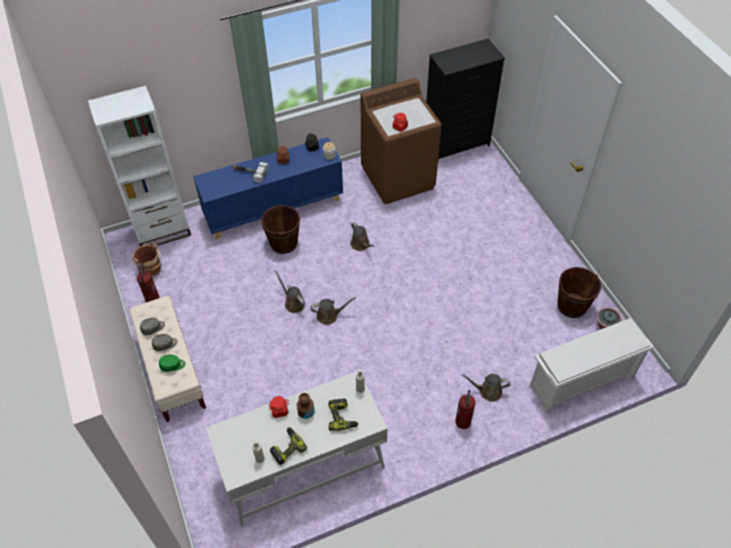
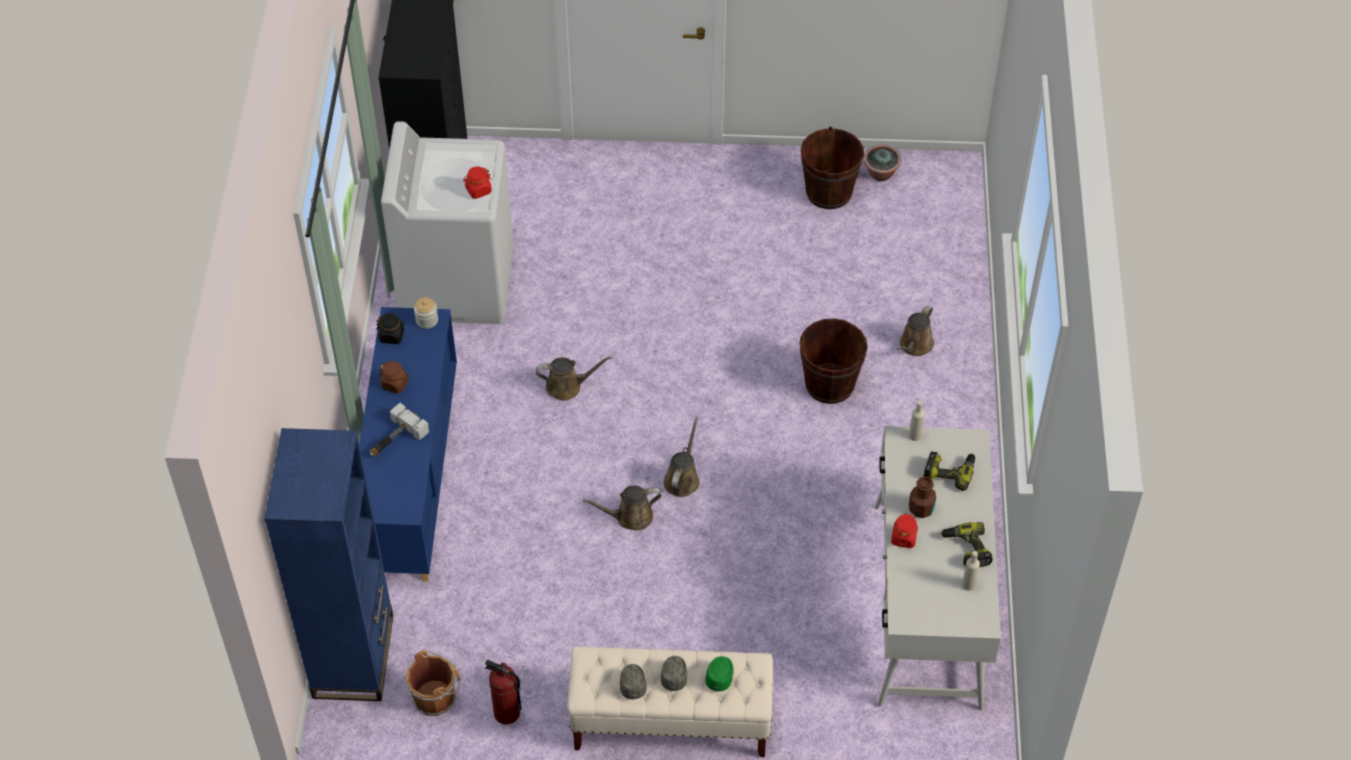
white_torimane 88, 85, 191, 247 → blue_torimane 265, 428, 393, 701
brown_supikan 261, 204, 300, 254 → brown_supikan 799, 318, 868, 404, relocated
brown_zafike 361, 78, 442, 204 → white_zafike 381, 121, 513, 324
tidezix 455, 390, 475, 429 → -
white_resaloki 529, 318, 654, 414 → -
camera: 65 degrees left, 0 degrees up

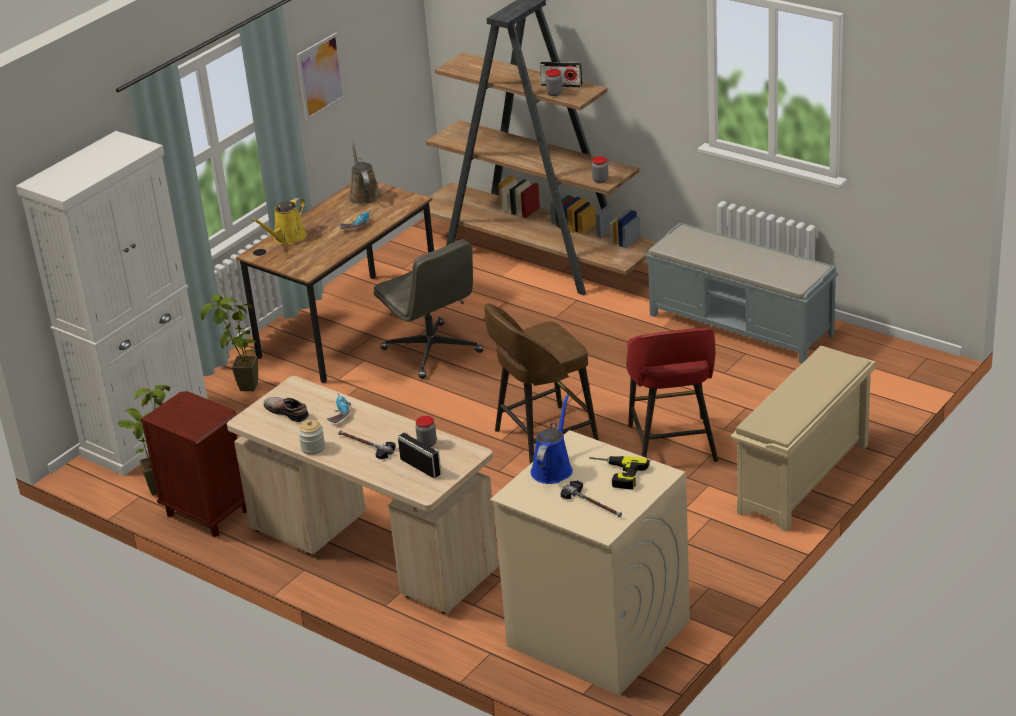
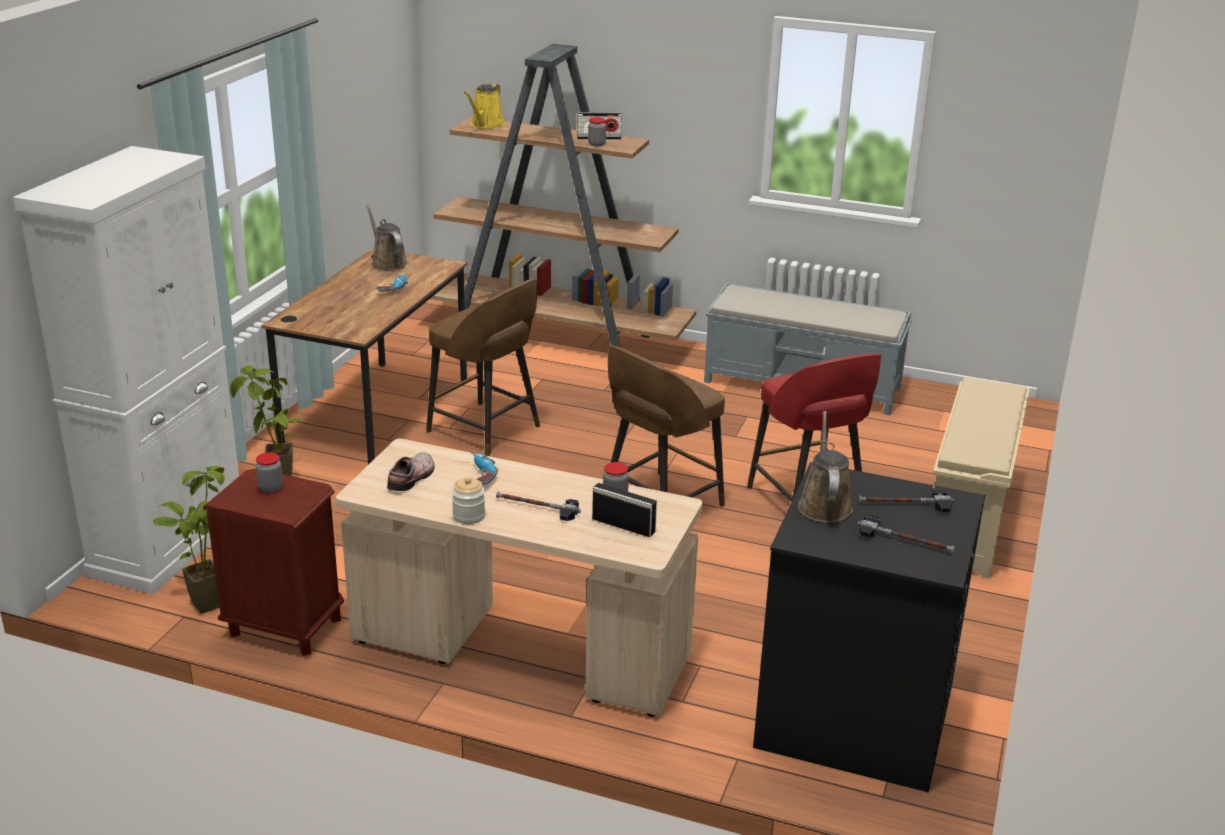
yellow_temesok 251, 198, 307, 245 → yellow_temesok 464, 84, 505, 129, relocated
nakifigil 264, 397, 309, 422 → nakifigil 387, 452, 435, 491, 90 degrees clockwise
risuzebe 297, 33, 346, 121 → -
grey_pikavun 373, 239, 483, 379 → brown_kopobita 426, 278, 540, 456
beige_zafike 490, 430, 690, 696 → black_zafike 753, 462, 985, 792
blue_temesok 530, 394, 573, 484 → brown_temesok 798, 411, 853, 523
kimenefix 589, 456, 650, 490 → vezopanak 859, 490, 954, 513
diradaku 592, 156, 608, 183 → diradaku 256, 452, 283, 493, relocated
camera: 20 degrees left, 5 degrees down

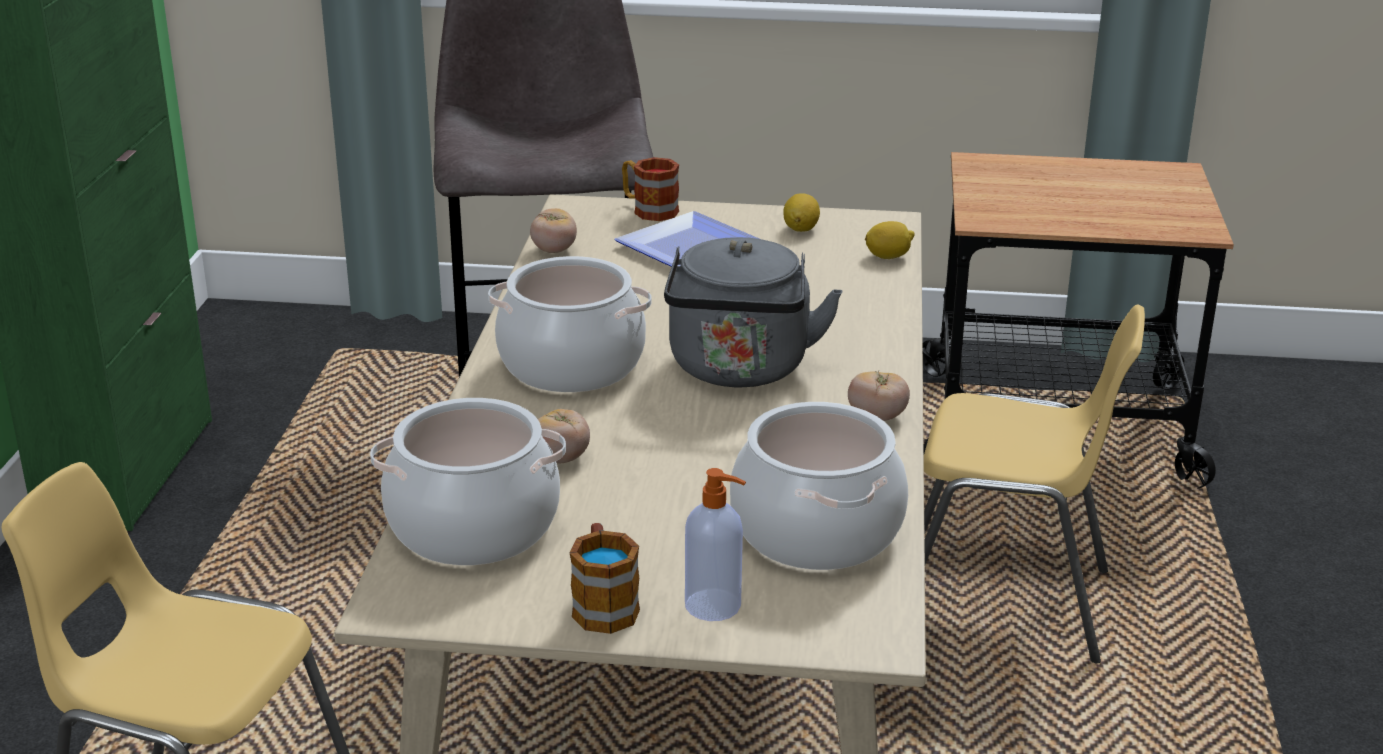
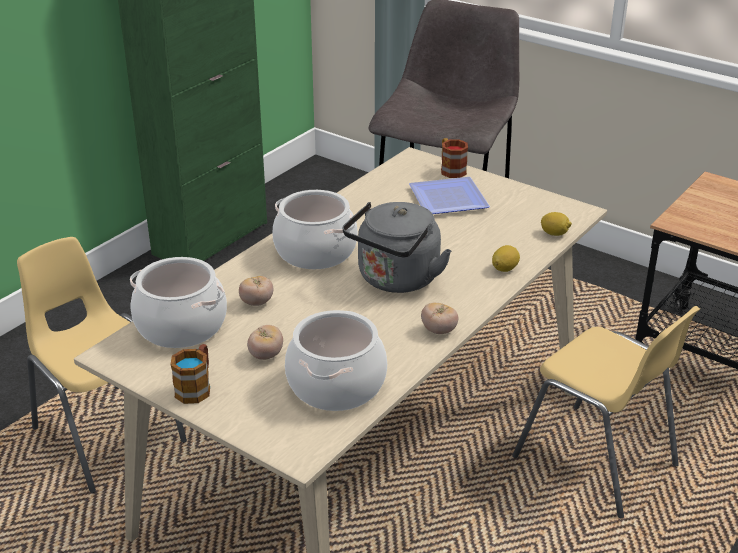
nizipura 530, 208, 577, 253 → nizipura 247, 325, 283, 360, relocated
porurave 685, 468, 746, 621 → -
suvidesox 784, 193, 820, 232 → suvidesox 492, 245, 520, 272, relocated
camera: 30 degrees right, 5 degrees up

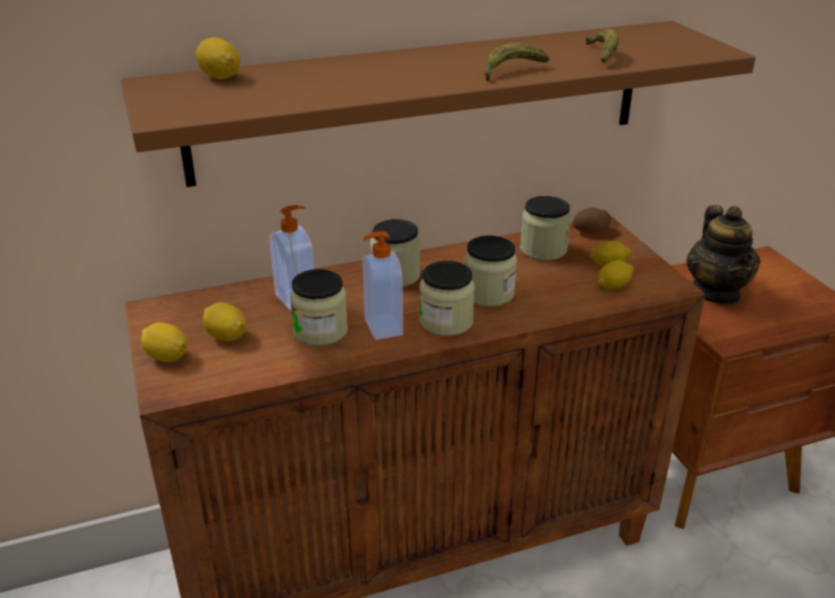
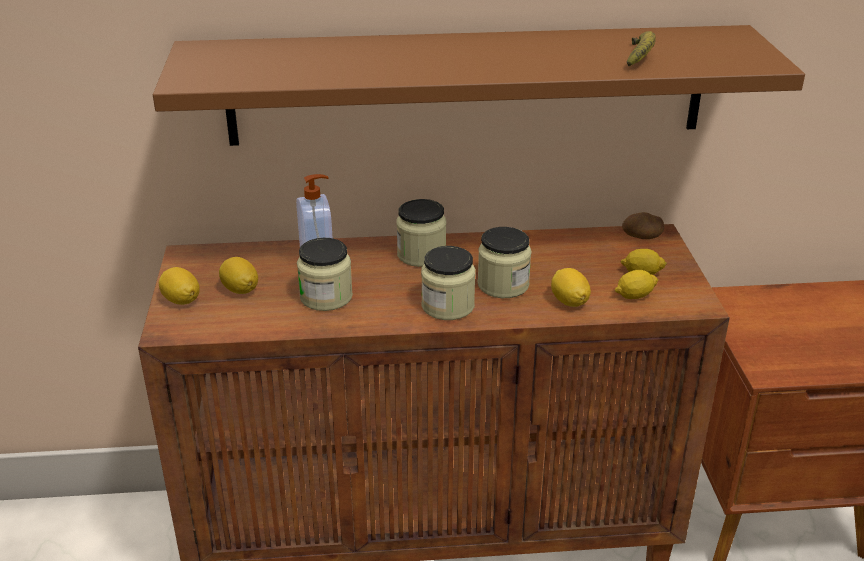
suvidesox 196, 37, 240, 79 → suvidesox 551, 268, 591, 307, relocated
porurave 362, 231, 403, 340 → -
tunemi 485, 43, 549, 81 → -
diradaku 520, 196, 571, 261 → -
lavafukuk 686, 205, 760, 305 → -
camera: 15 degrees right, 0 degrees up

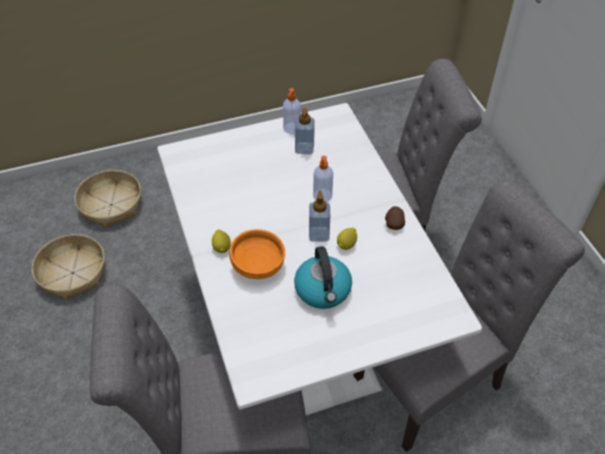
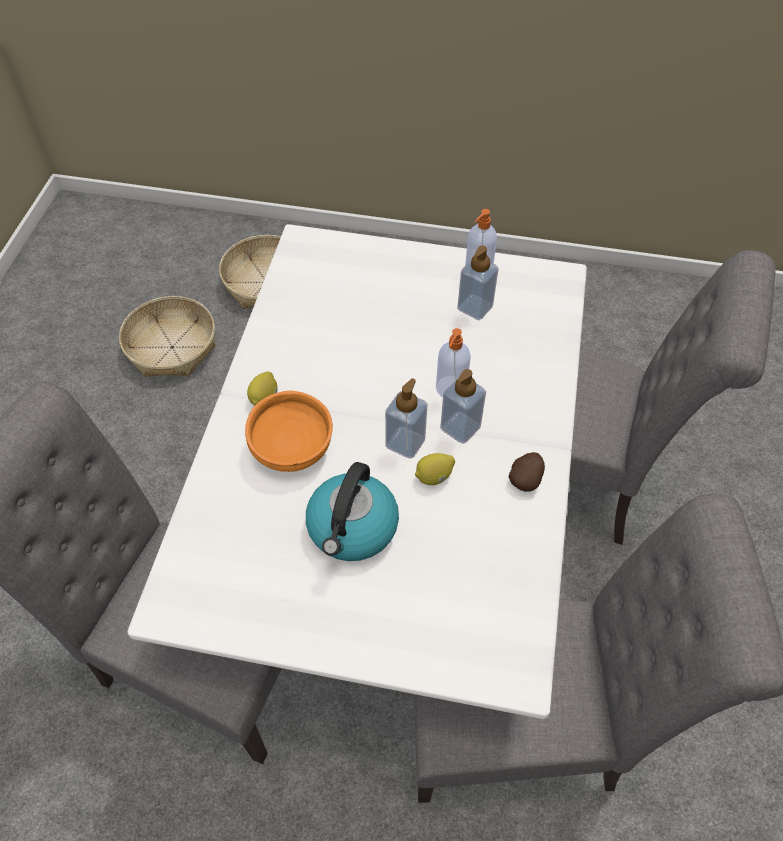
- → porurave 440, 369, 486, 444
camera: 30 degrees right, 5 degrees up

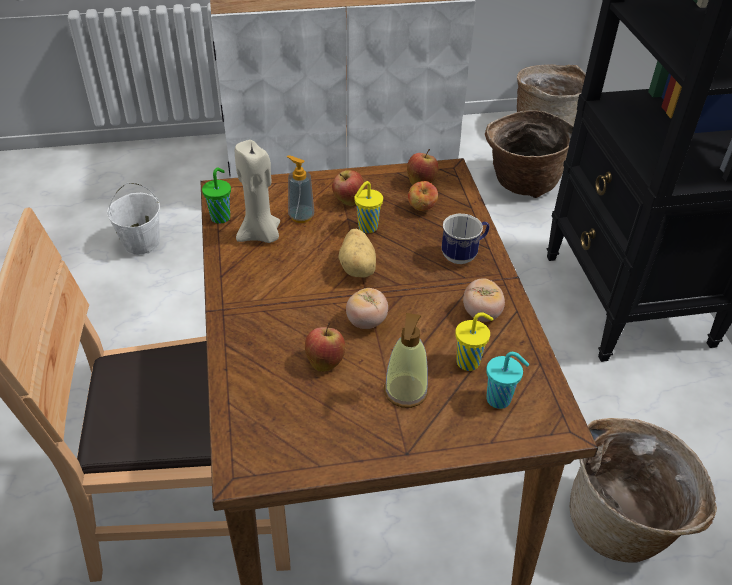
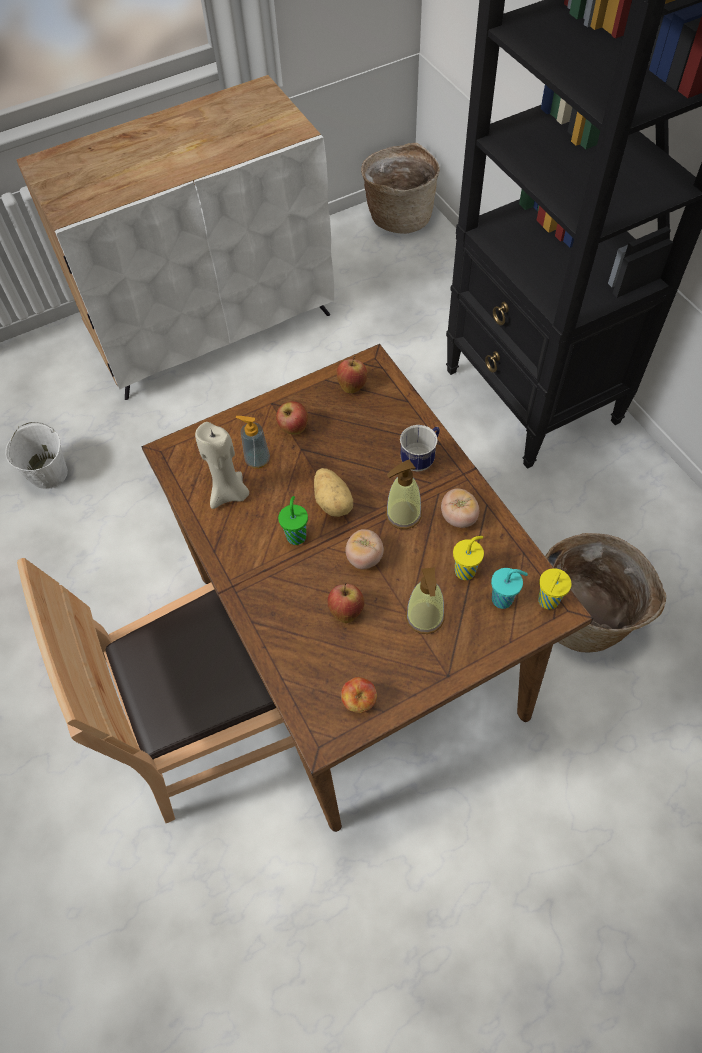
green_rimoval 202, 168, 231, 224 → green_rimoval 278, 496, 308, 545, relocated
yellow_rimoval 354, 181, 383, 233 → yellow_rimoval 538, 568, 571, 610, relocated
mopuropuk 408, 181, 438, 211 → mopuropuk 341, 677, 377, 713, relocated
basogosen 485, 110, 573, 198 → -
- → porurave 386, 460, 422, 529
camera: 15 degrees left, 15 degrees up

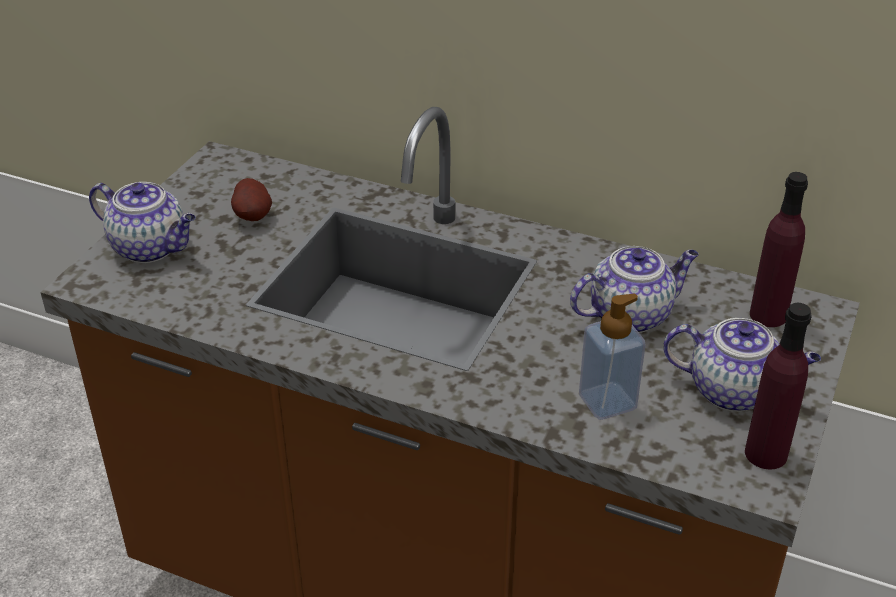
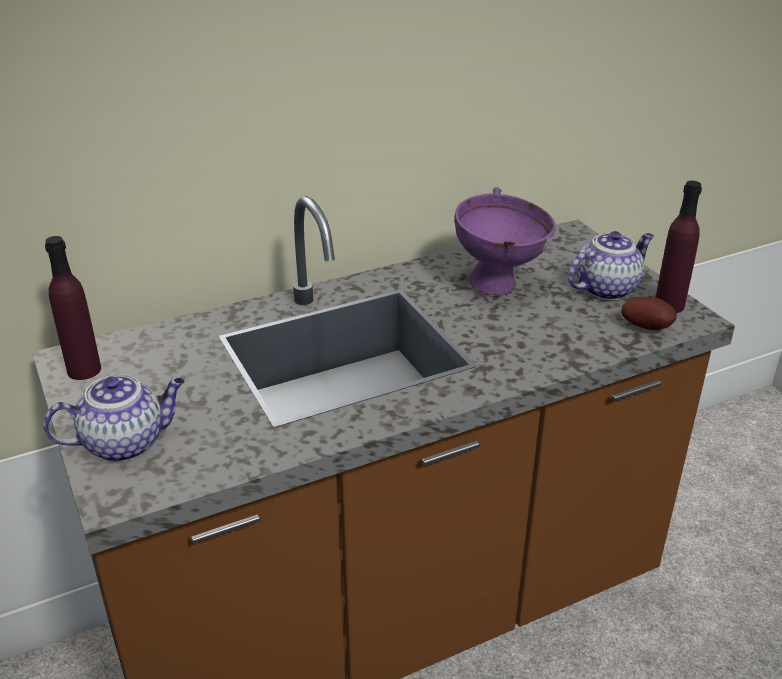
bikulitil 231, 178, 272, 221 → bikulitil 621, 297, 677, 330, relocated
lavafukuk 570, 246, 699, 333 → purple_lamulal 455, 187, 556, 296
porurave 579, 293, 646, 420 → -
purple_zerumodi 750, 172, 808, 327 → purple_zerumodi 45, 236, 101, 380, relocated
camera: 50 degrees left, 5 degrees down

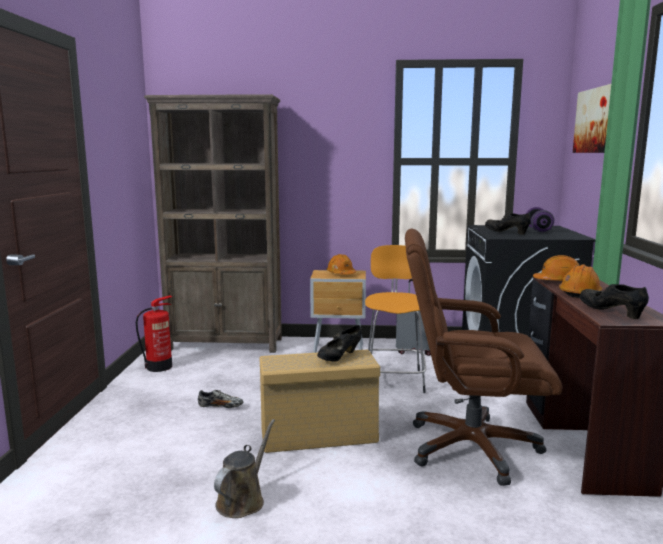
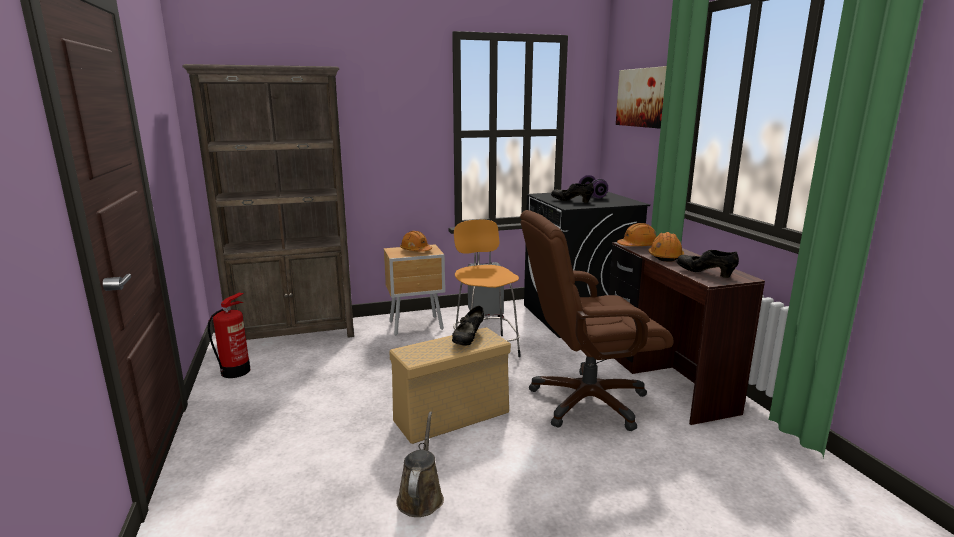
nakifigil 198, 390, 243, 408 → -
camera: 20 degrees left, 5 degrees up

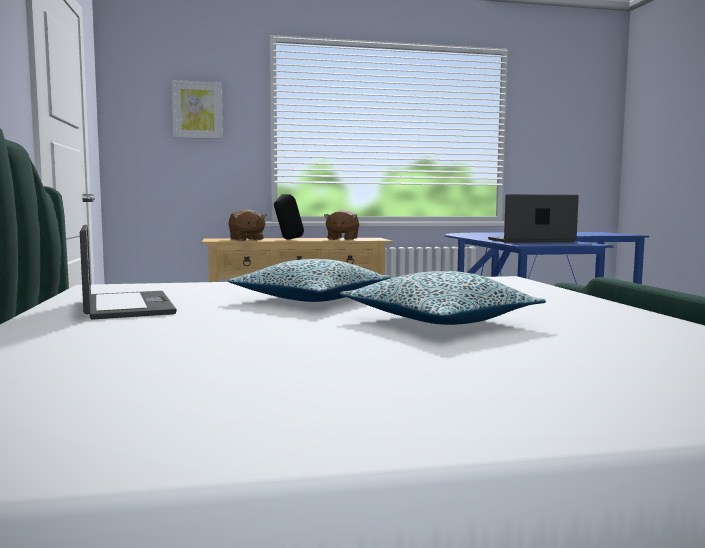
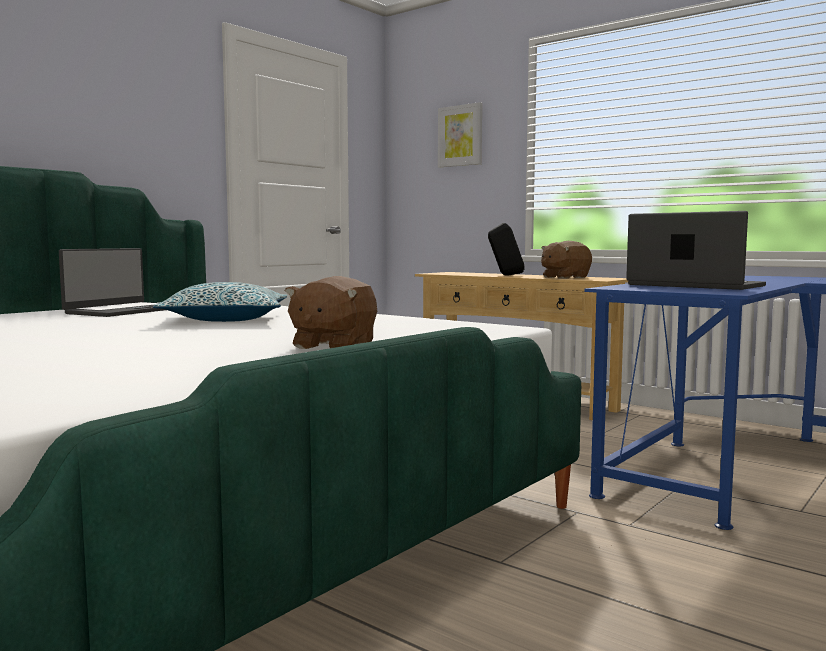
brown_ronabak 228, 209, 267, 241 → brown_ronabak 285, 276, 377, 349, relocated
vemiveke 340, 271, 546, 325 → -
camera: 50 degrees right, 0 degrees up

